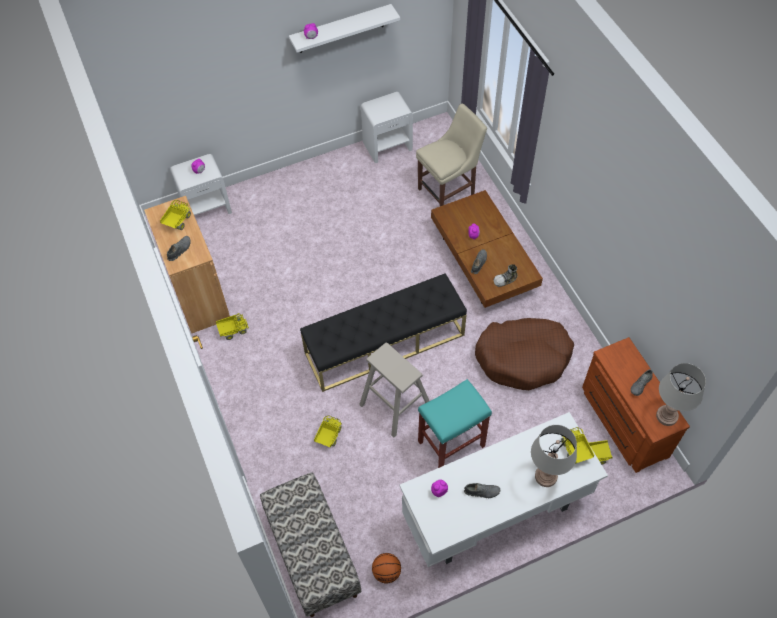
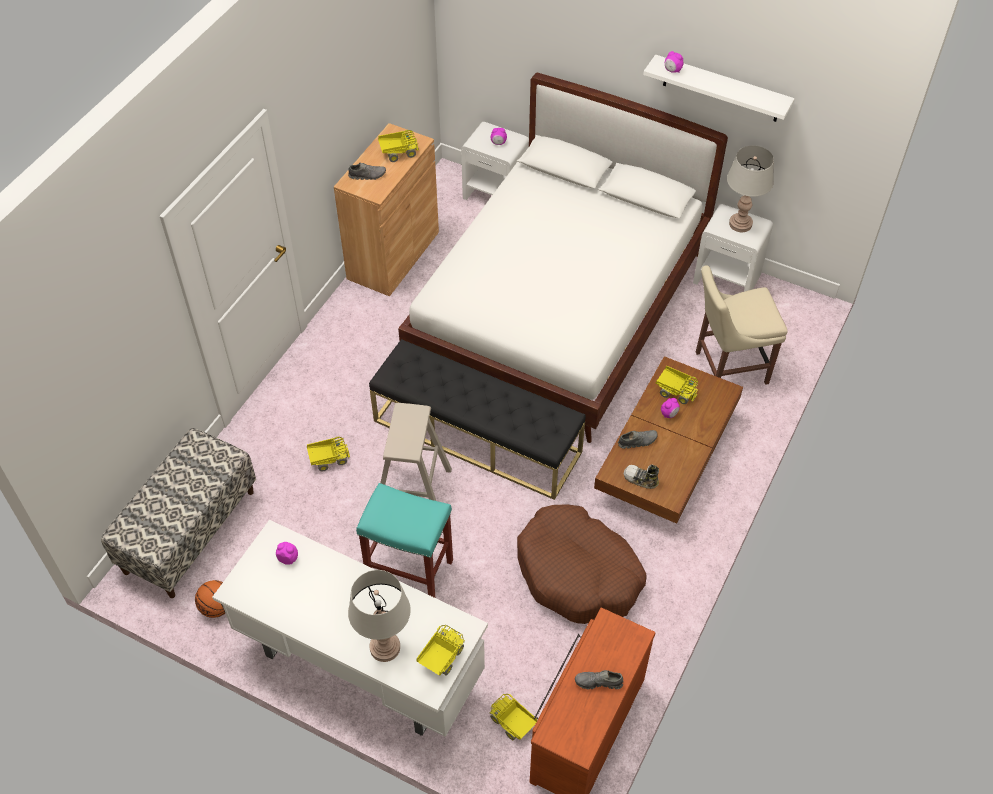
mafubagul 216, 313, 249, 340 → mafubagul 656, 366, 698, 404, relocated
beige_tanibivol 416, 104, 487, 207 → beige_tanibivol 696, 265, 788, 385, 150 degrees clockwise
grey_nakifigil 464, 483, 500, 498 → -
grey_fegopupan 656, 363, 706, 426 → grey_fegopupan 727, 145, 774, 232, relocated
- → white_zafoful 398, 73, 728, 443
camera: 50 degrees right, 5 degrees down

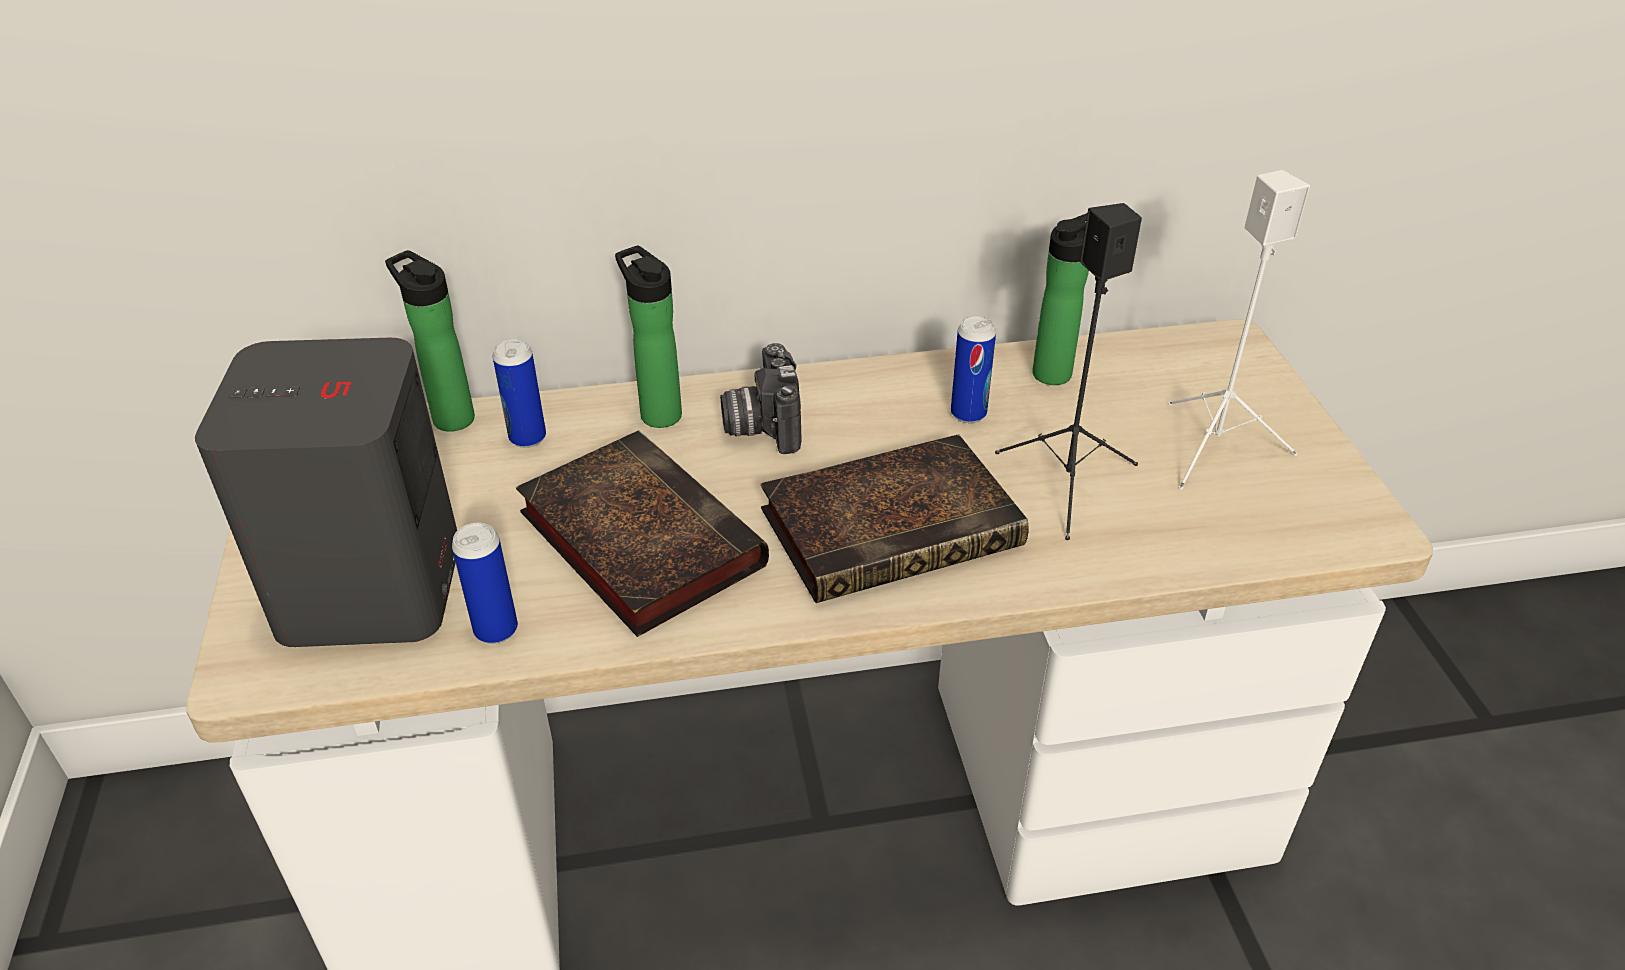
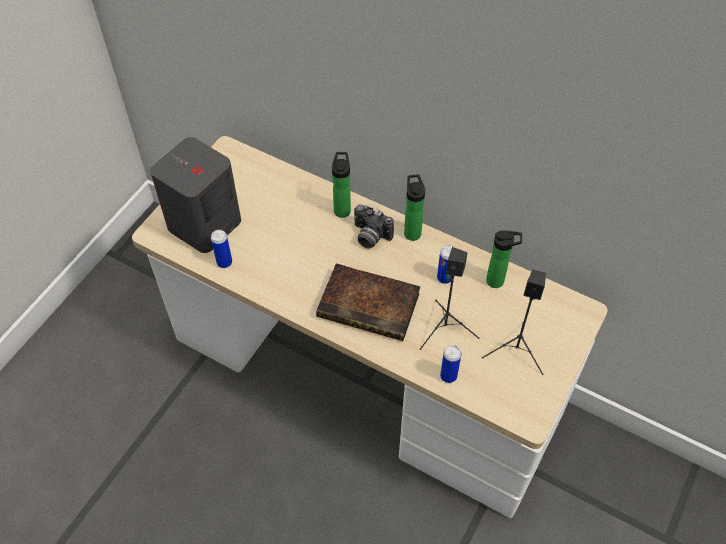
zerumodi 385, 250, 475, 432 → zerumodi 404, 174, 425, 241, relocated
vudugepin 493, 339, 546, 448 → vudugepin 440, 345, 461, 383, relocated
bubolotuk 515, 430, 769, 637 → -
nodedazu 720, 343, 801, 454 → nodedazu 354, 204, 394, 249, 90 degrees counterclockwise
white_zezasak 1168, 170, 1310, 490 → black_zezasak 482, 270, 546, 375
camera: 40 degrees right, 15 degrees up

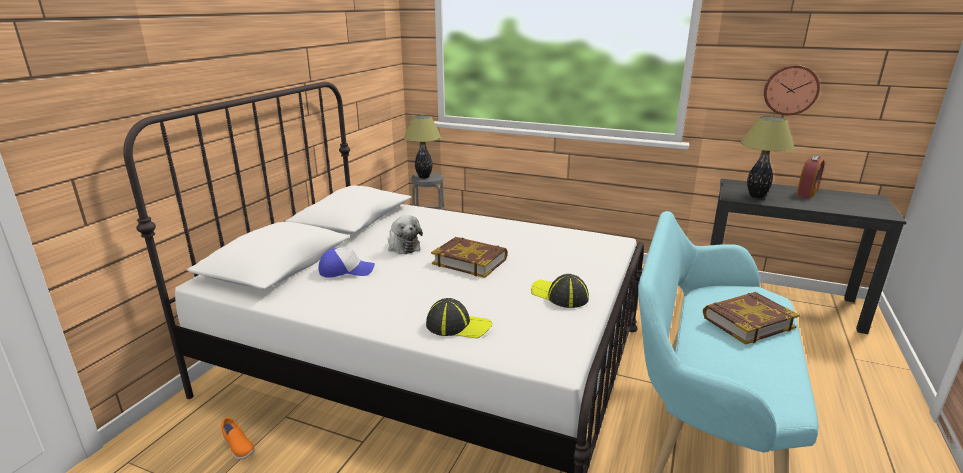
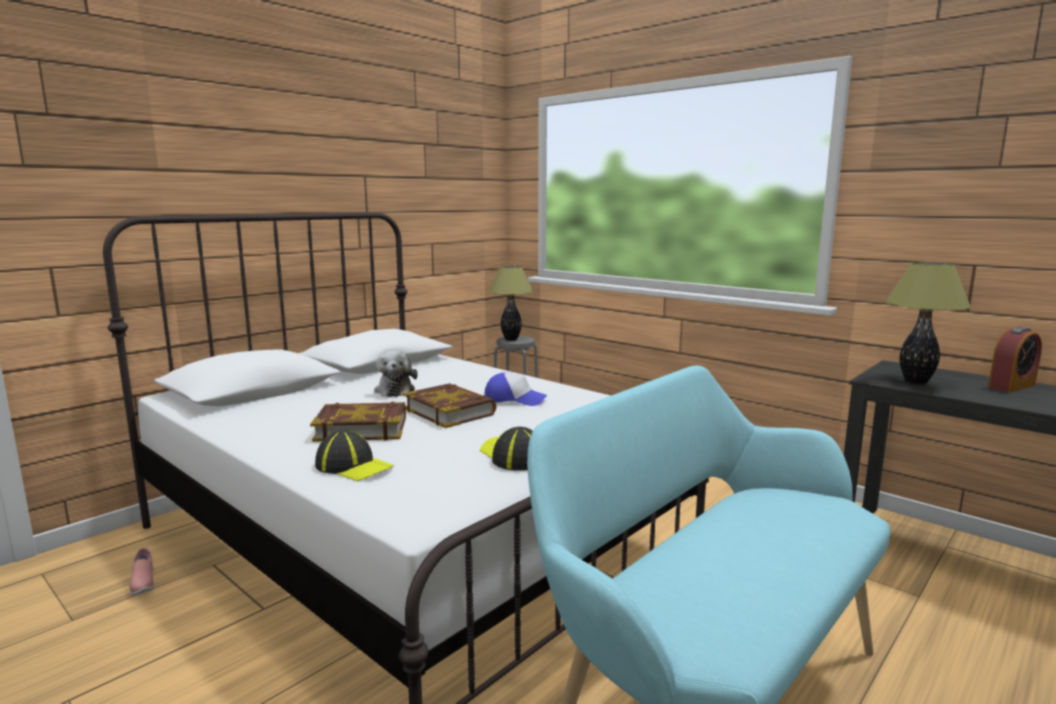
orange_nakifigil 221, 417, 255, 460 → pink_nakifigil 130, 547, 154, 596
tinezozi 318, 248, 375, 278 → tinezozi 484, 372, 547, 406, relocated
bubolotuk 703, 292, 800, 345 → bubolotuk 310, 401, 406, 442, relocated
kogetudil 764, 65, 820, 115 → -
camera: 20 degrees right, 10 degrees down

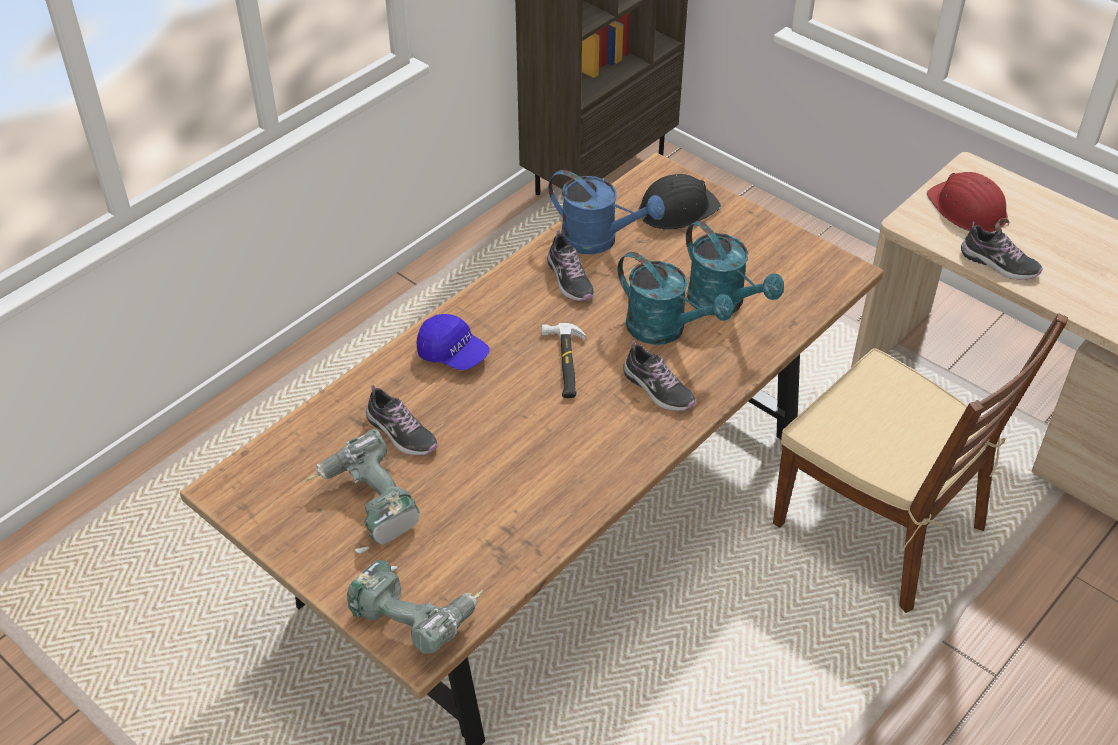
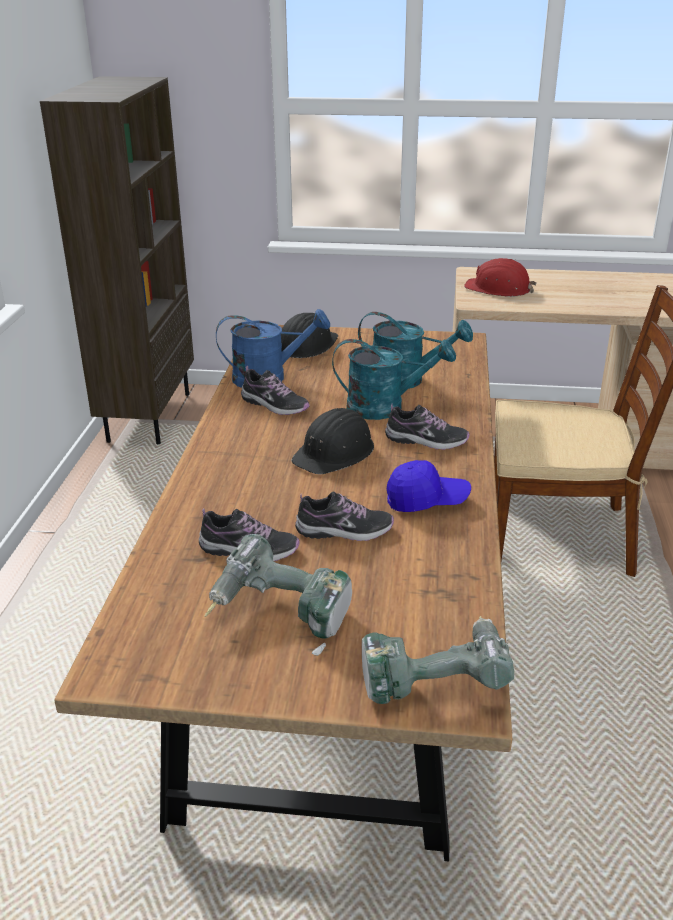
blue_tinezozi 417, 314, 489, 370 → blue_tinezozi 387, 460, 471, 512, relocated
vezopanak 542, 323, 586, 398 → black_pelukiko 291, 408, 374, 474
nakifigil 961, 222, 1042, 280 → nakifigil 295, 492, 394, 541, relocated
camera: 35 degrees left, 15 degrees down

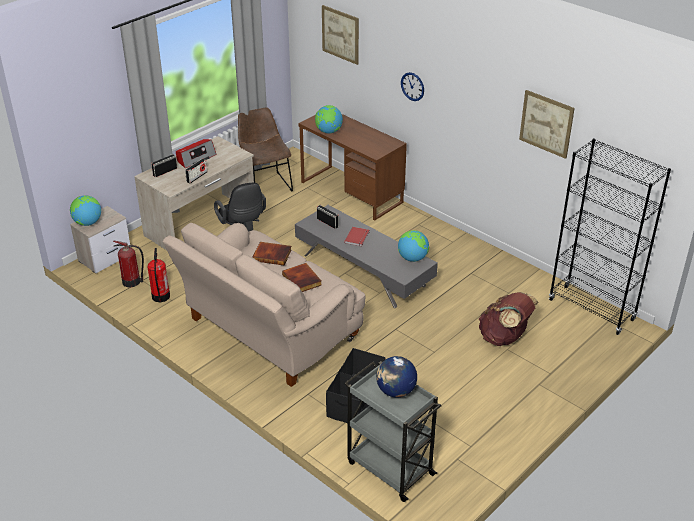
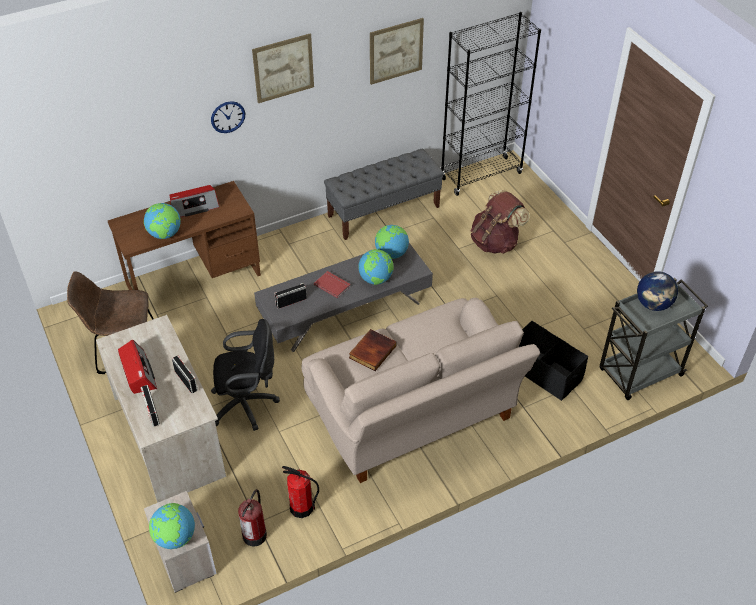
bubolotuk 282, 263, 322, 292 → -
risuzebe 322, 5, 359, 65 → risuzebe 252, 34, 314, 103, relocated
- → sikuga 170, 185, 219, 217
- → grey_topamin 324, 148, 444, 240
- → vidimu 358, 249, 394, 285
camera: 70 degrees left, 10 degrees up

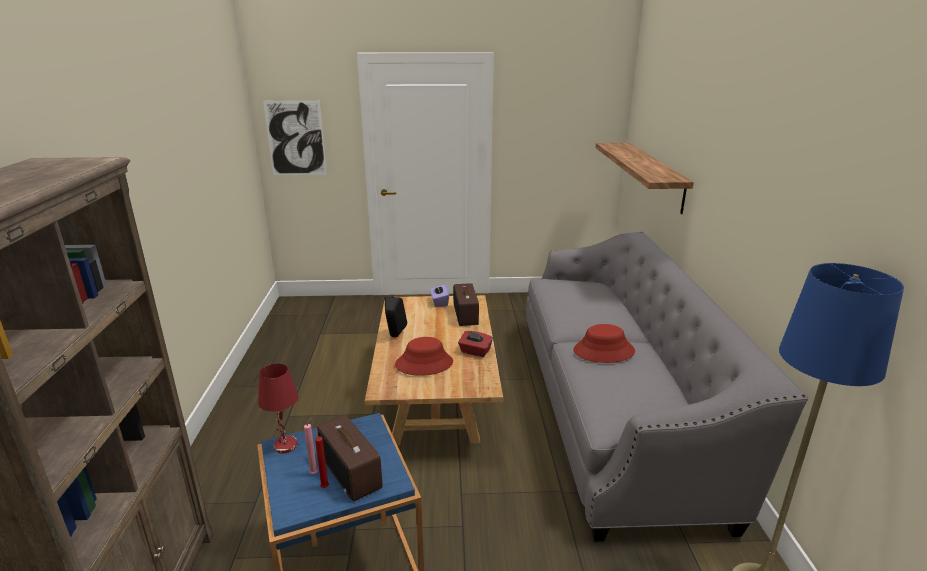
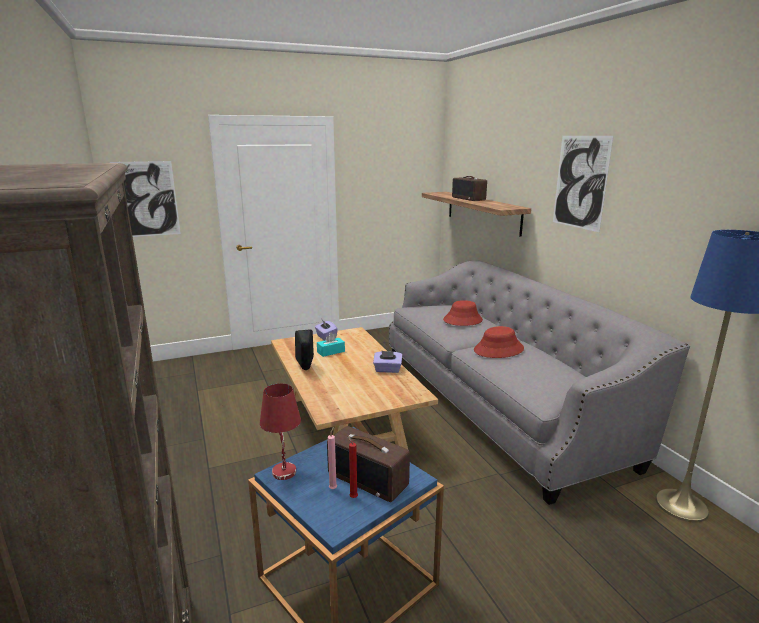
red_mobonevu 395, 337, 453, 376 → red_mobonevu 443, 300, 483, 326, relocated
sikuga 453, 283, 479, 326 → sikuga 452, 176, 487, 201, relocated
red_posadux 458, 331, 493, 357 → purple_posadux 373, 351, 402, 373
- → turquoise_posadux 317, 332, 345, 357
- → risuzebe 553, 136, 613, 232
camera: 20 degrees left, 5 degrees down

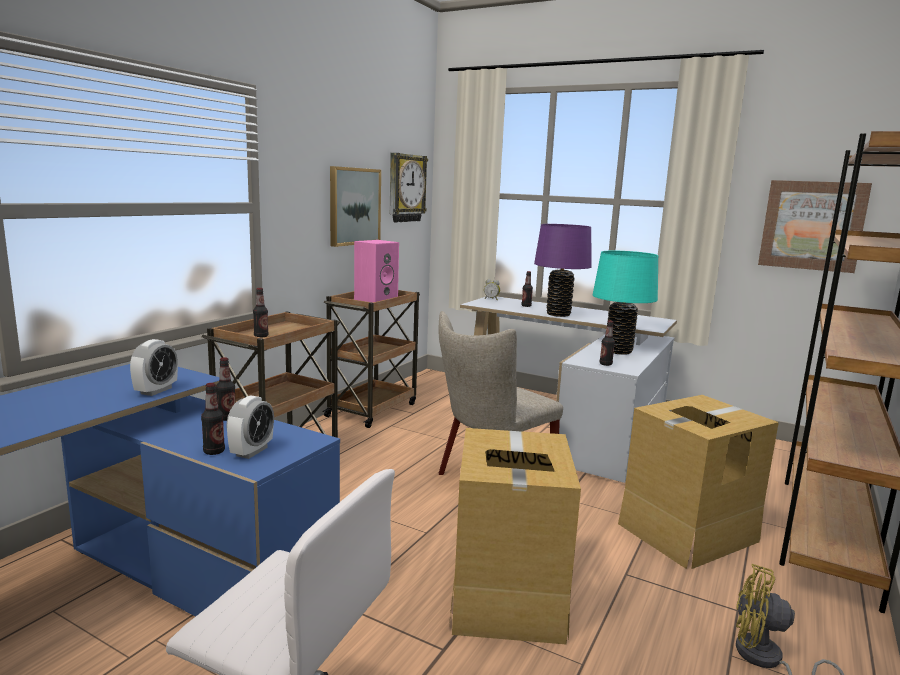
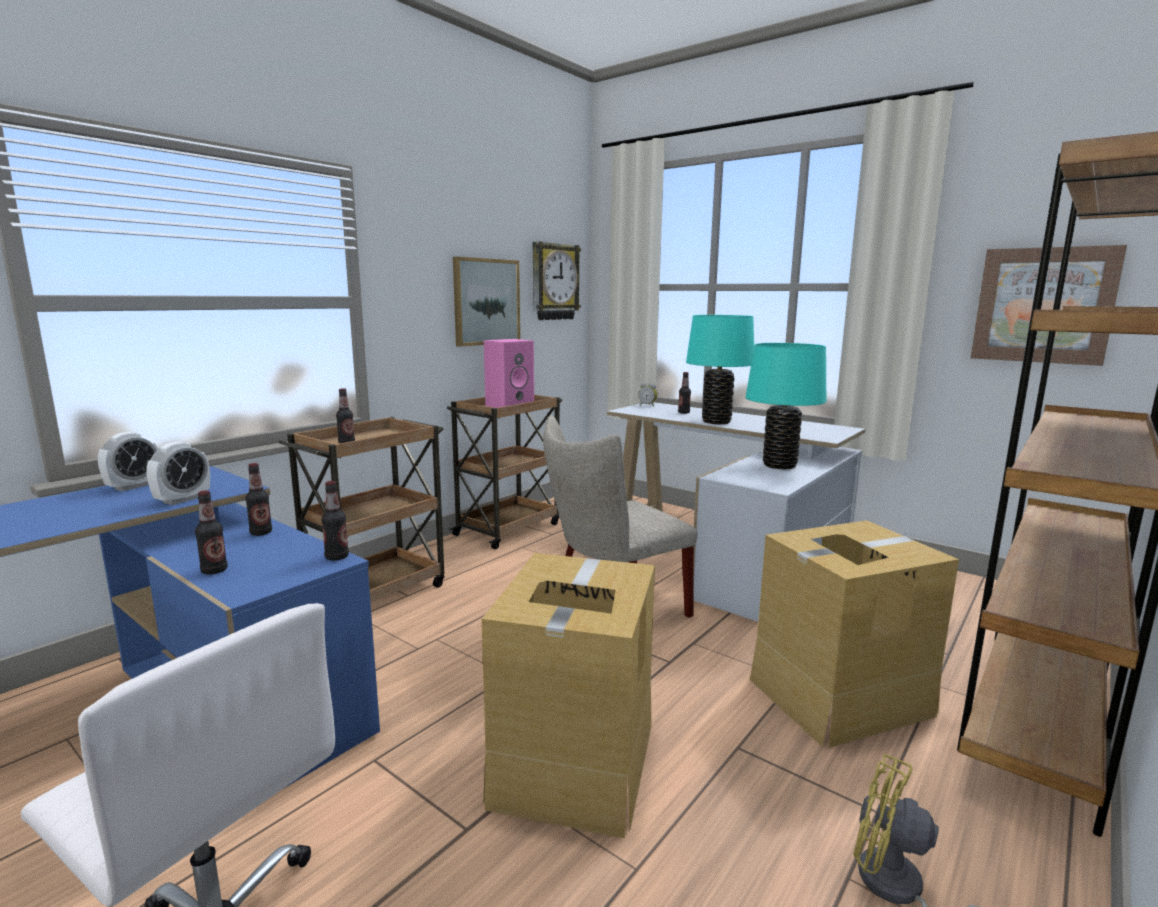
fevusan 226, 395, 274, 459 → fevusan 98, 432, 158, 491, relocated
purple_fegopupan 534, 224, 592, 317 → turquoise_fegopupan 686, 315, 754, 424
zerumodi 600, 320, 615, 366 → zerumodi 321, 481, 349, 561, relocated
camera: 10 degrees right, 0 degrees up

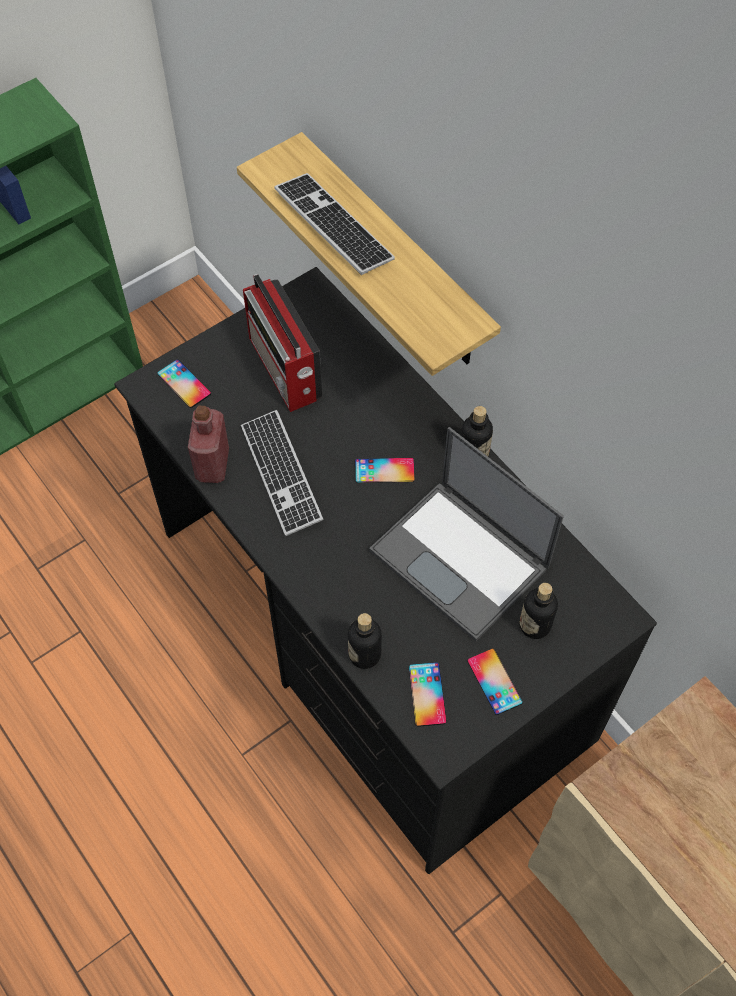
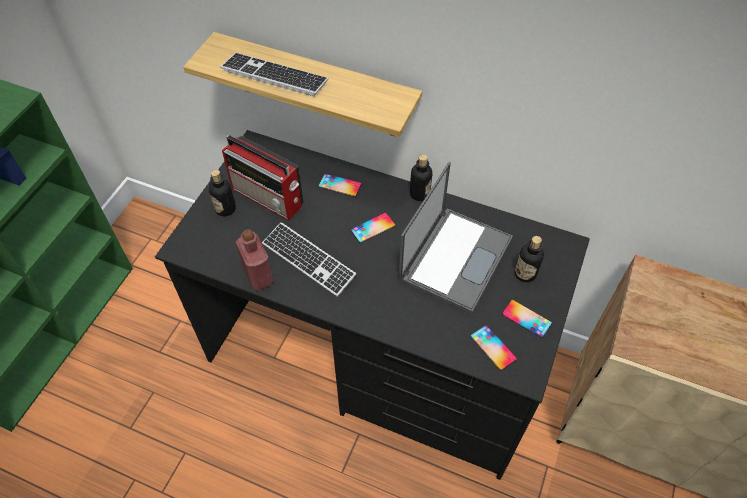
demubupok 157, 360, 211, 408 → demubupok 318, 173, 362, 197, relocated
zerumodi 348, 613, 382, 669 → zerumodi 209, 170, 236, 216, relocated
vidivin 369, 427, 564, 642 → vidivin 399, 162, 513, 314, 75 degrees counterclockwise
camera: 30 degrees left, 5 degrees down

